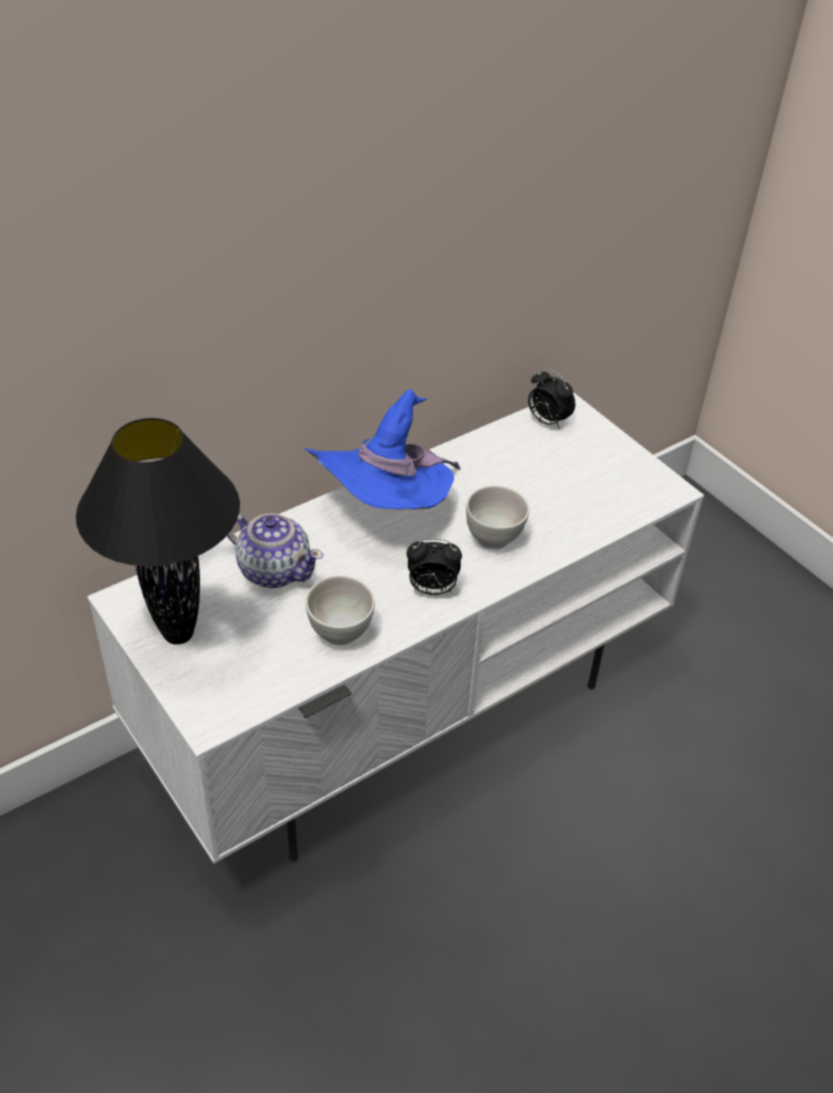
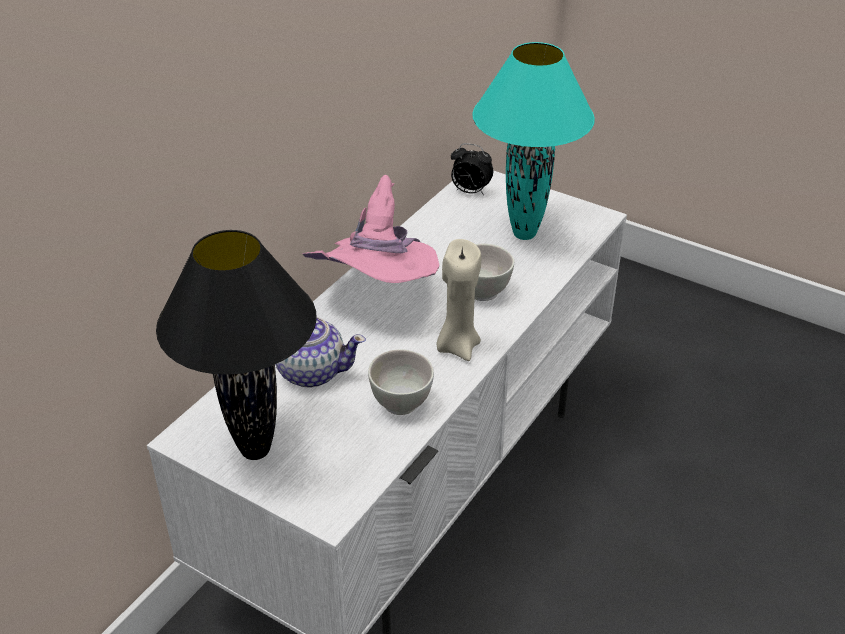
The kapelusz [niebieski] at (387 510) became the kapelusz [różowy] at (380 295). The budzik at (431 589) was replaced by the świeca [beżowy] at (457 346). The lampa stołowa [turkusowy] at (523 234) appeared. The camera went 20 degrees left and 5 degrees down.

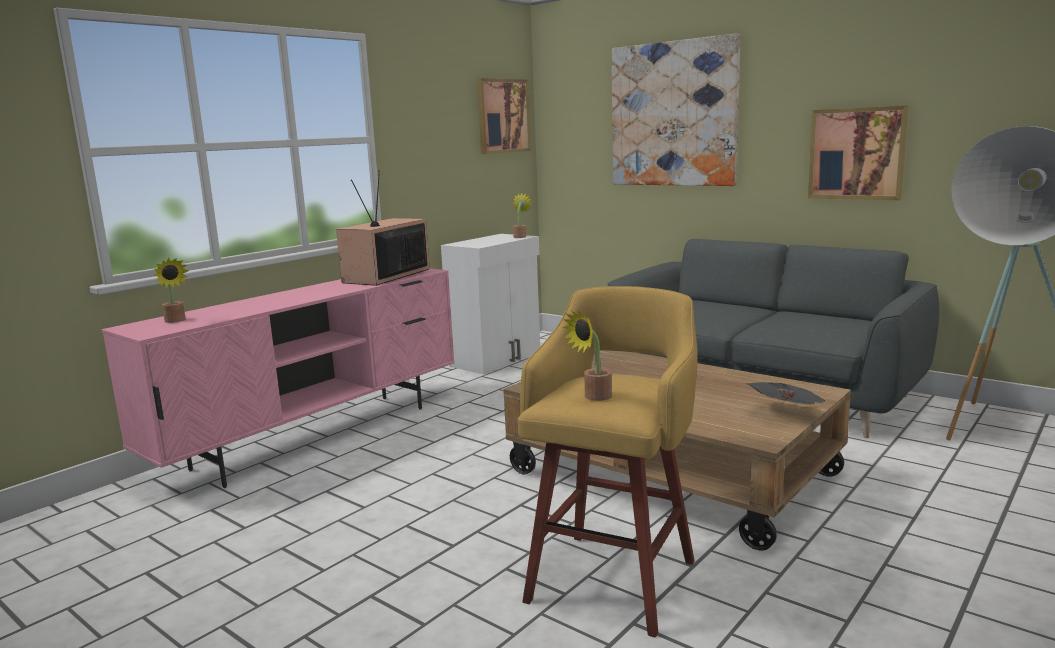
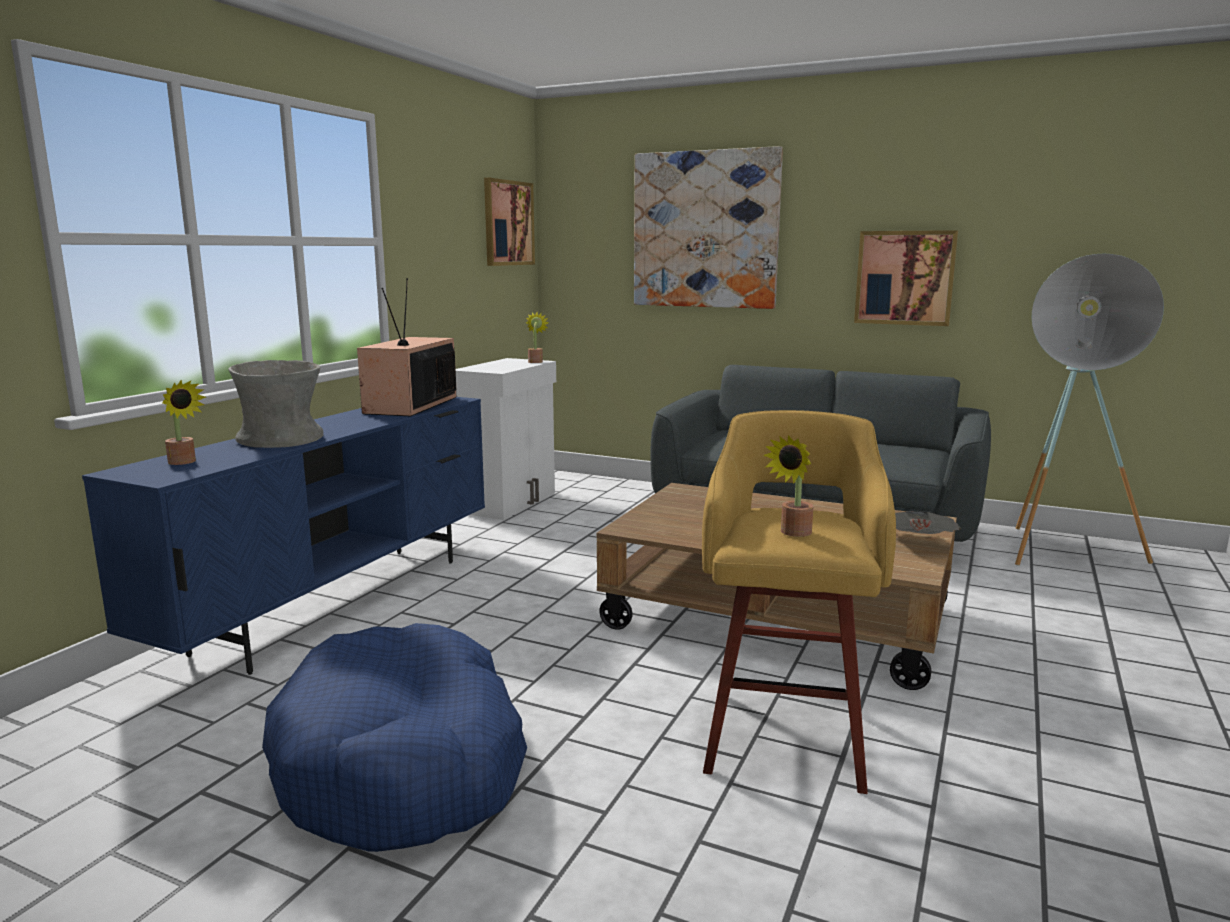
The szafka pod telewizor [różowy] at (317 436) became the szafka pod telewizor [niebieski] at (338 602). The wazon [szary] at (281 440) appeared. The legowisko [niebieski] at (403 764) appeared. The camera went 15 degrees left and 0 degrees up.

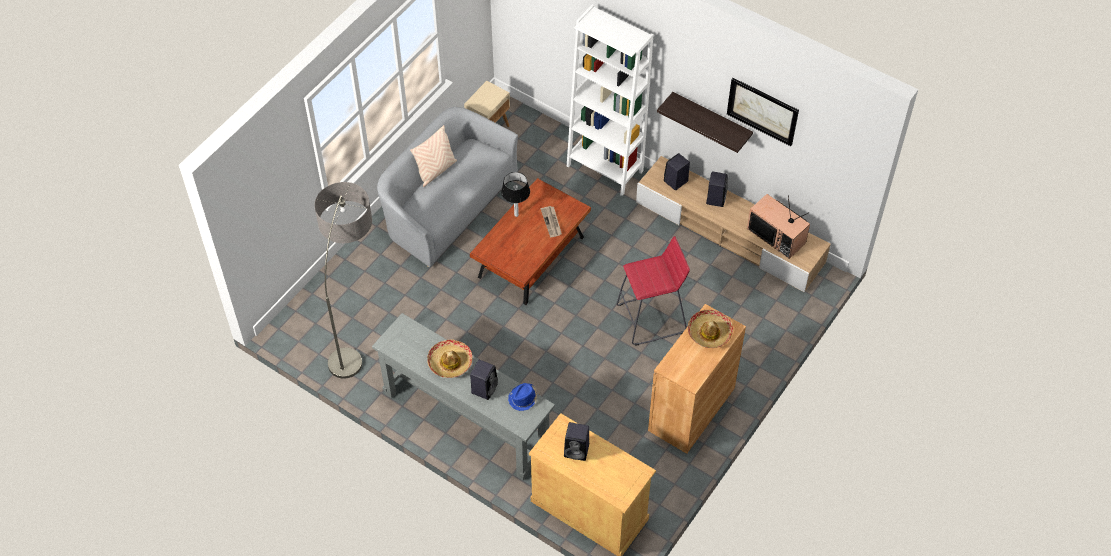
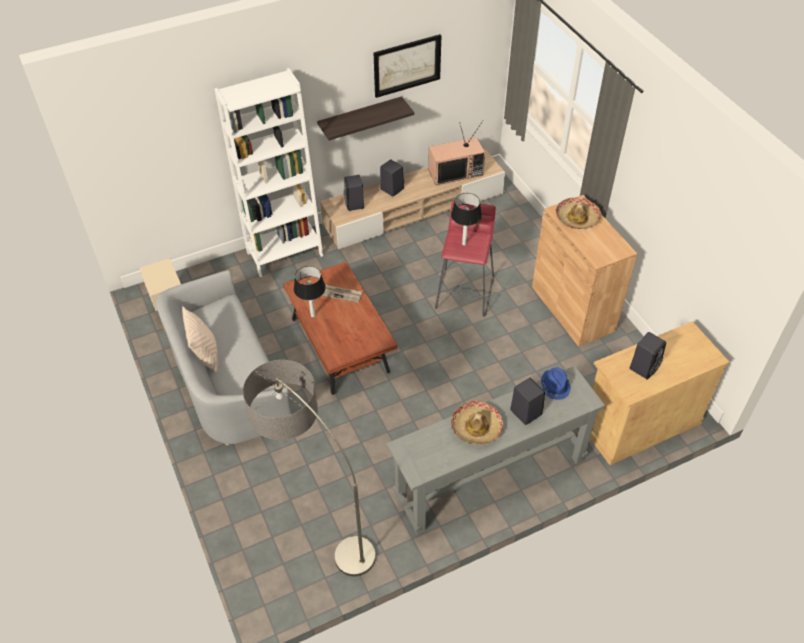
The lampa stołowa at (464 244) appeared. The camera went 60 degrees left and 5 degrees down.

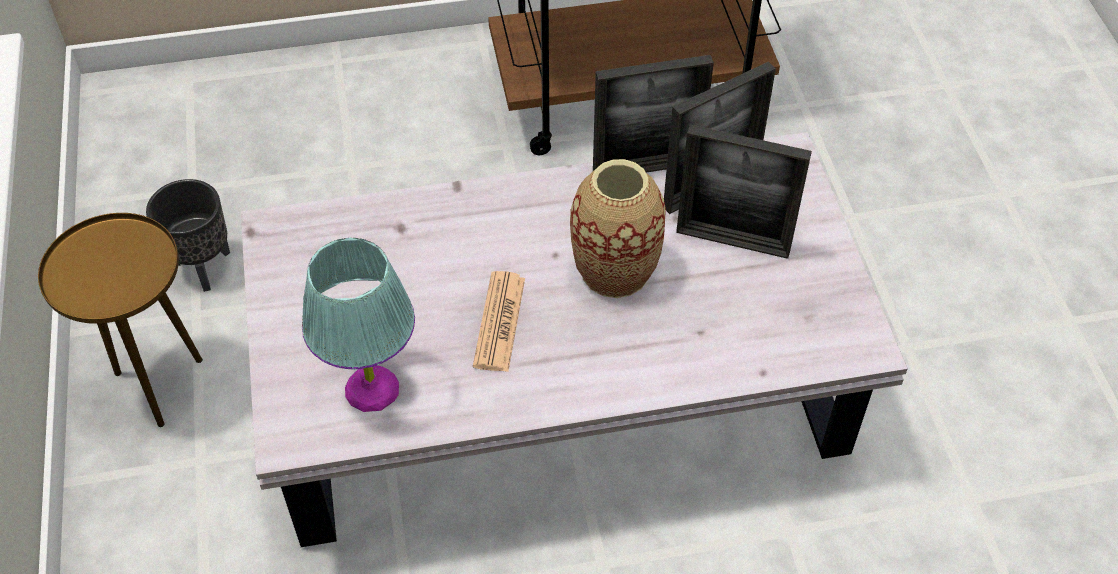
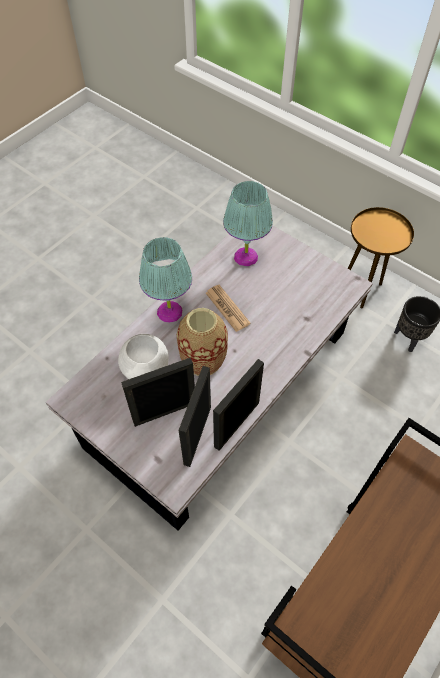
The miska [biały] at (146 367) appeared. The lampa stołowa [turkusowy] at (169 312) appeared. The camera went 140 degrees right and 5 degrees up.

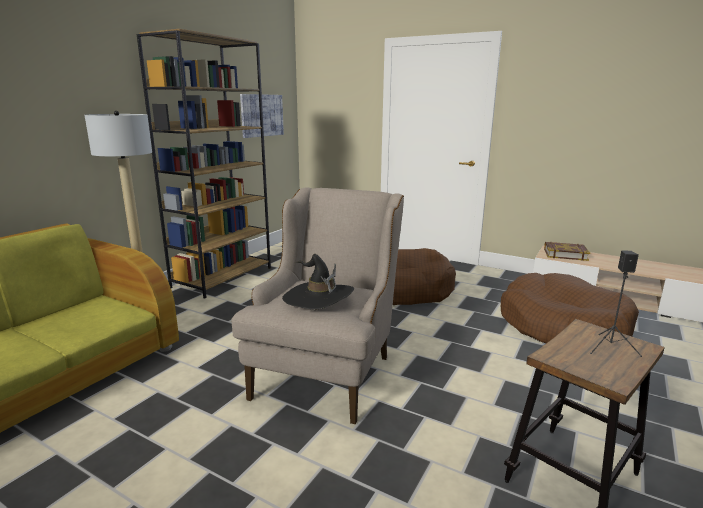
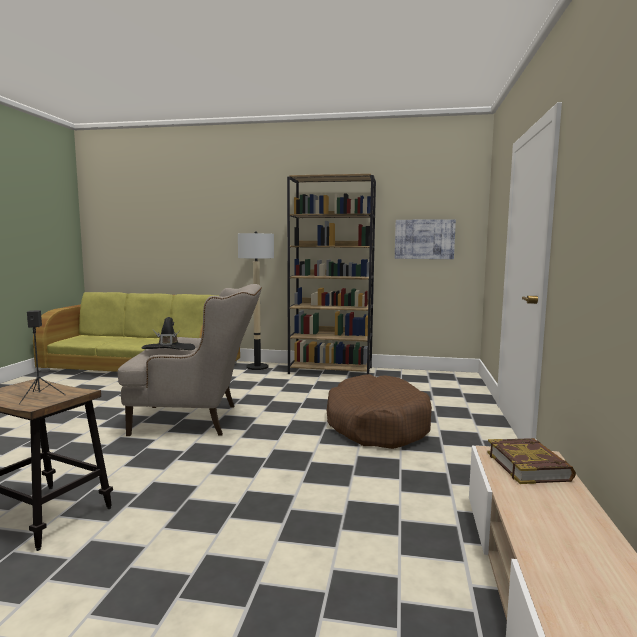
The legowisko [brązowy] at (562 327) disappeared. The camera went 70 degrees right and 10 degrees down.

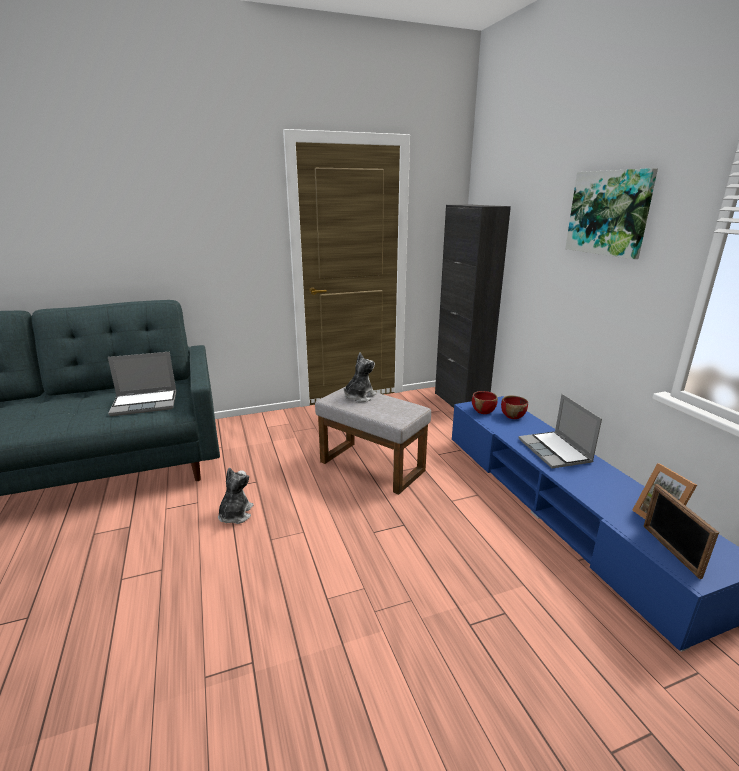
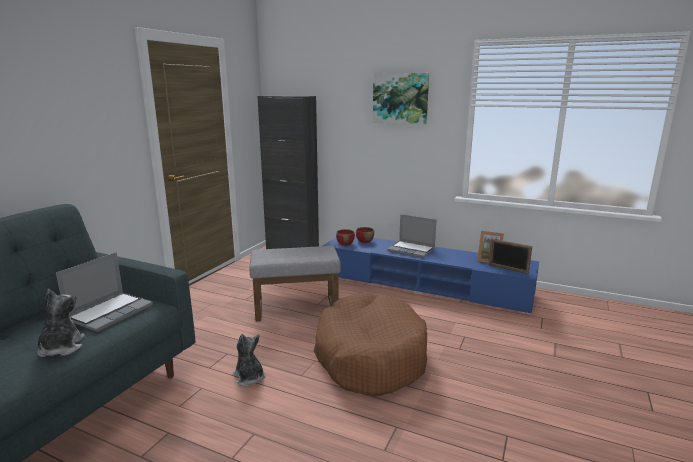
The pluszak moved from (359 397) to (61 348). The legowisko [brązowy] at (370 356) appeared. The camera went 45 degrees left and 5 degrees down.

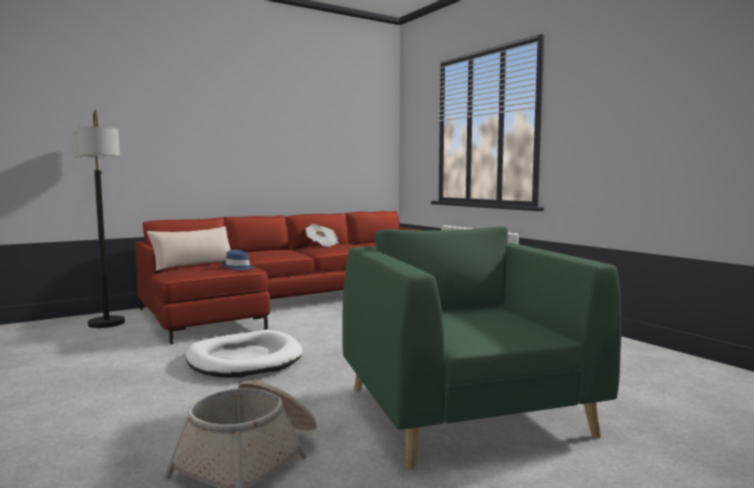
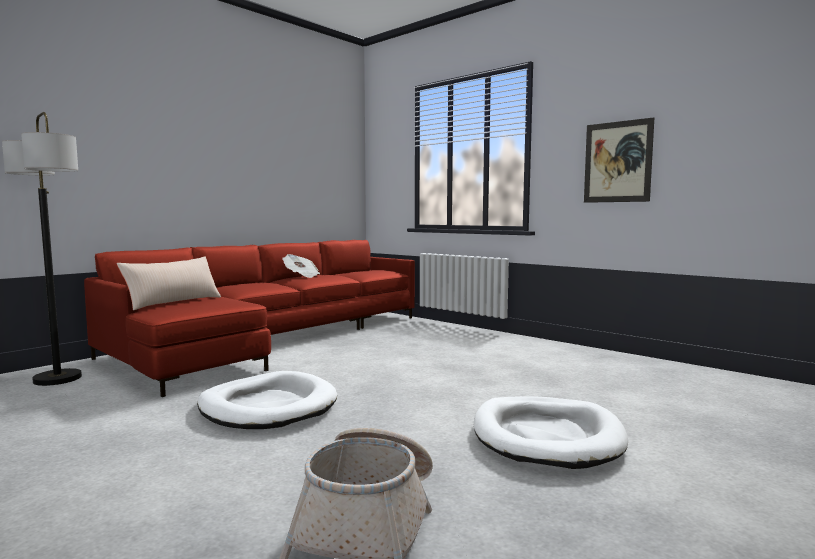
The fotel [zielony] at (464 410) was replaced by the legowisko [biały] at (547 436). The obraz at (617 162) appeared. The kapelusz [niebieski] at (238 267) disappeared. The camera went 15 degrees left and 0 degrees up.

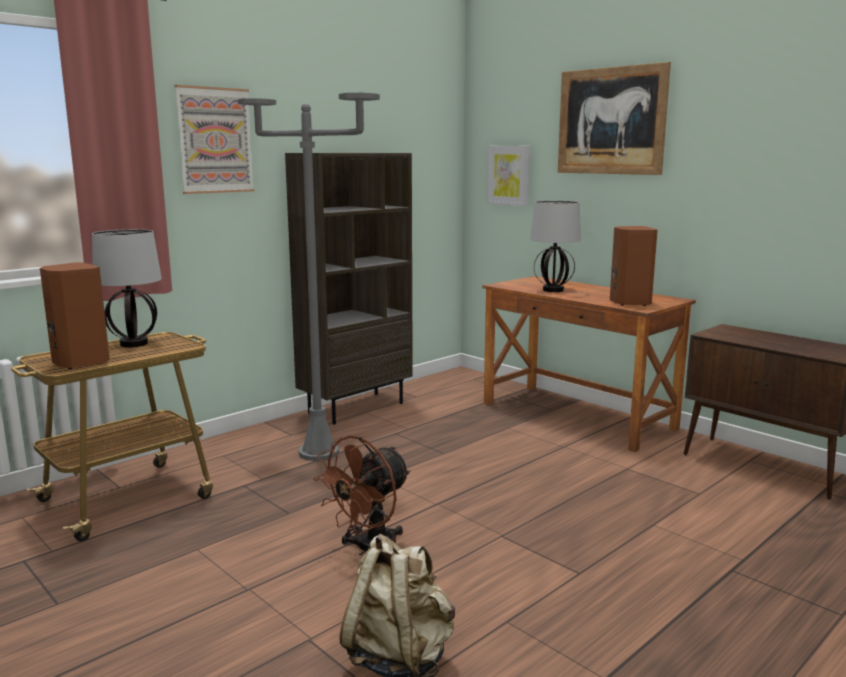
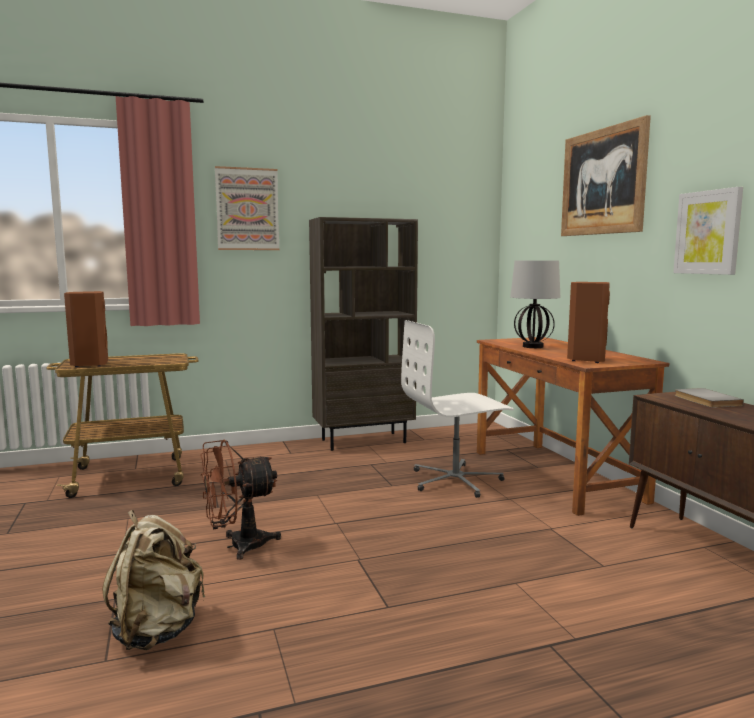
The krzesło biurowe [biały] at (456 480) appeared. The obraz moved from (509 175) to (708 232). The książka [szary] at (705 400) appeared. The lampa stołowa at (134 344) disappeared. The lampa stojąca [szary] at (318 452) disappeared. The camera went 25 degrees right and 5 degrees down.

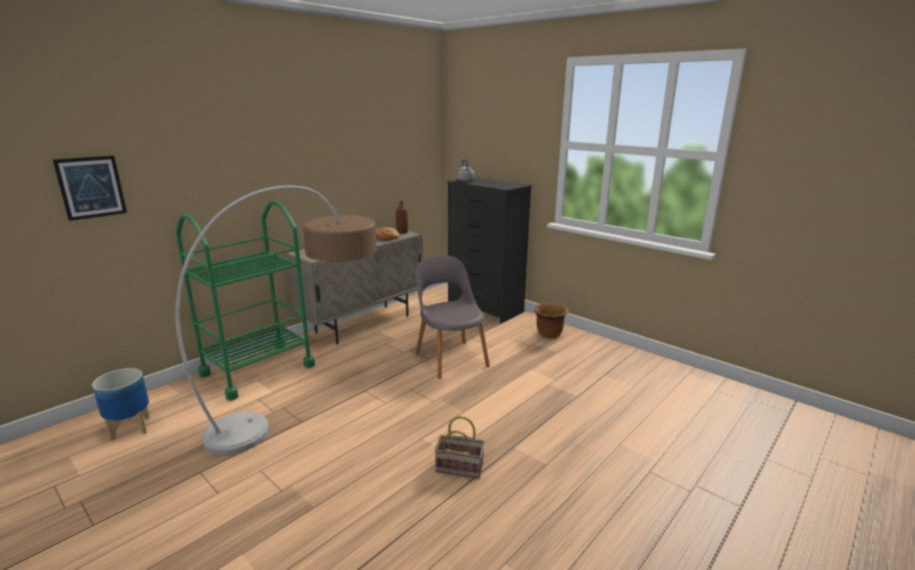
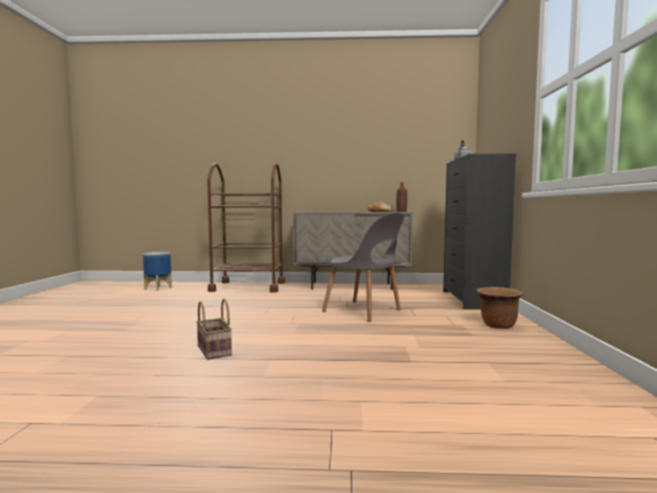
The wózek [zielony] at (258 370) became the wózek [brązowy] at (248 287). The krzesło [szary] at (450 357) turned 105 degrees clockwise. The obraz at (91 187) disappeared. The lampa stojąca at (308 399) disappeared. The camera went 50 degrees right and 15 degrees down.

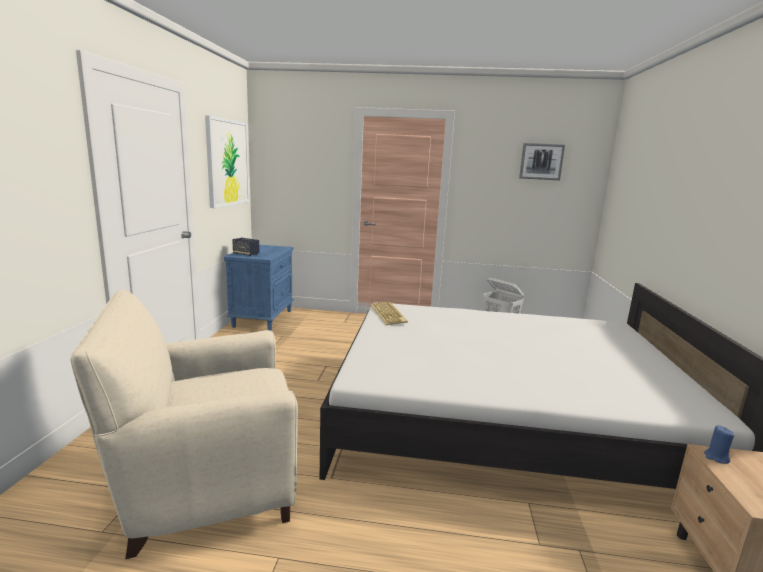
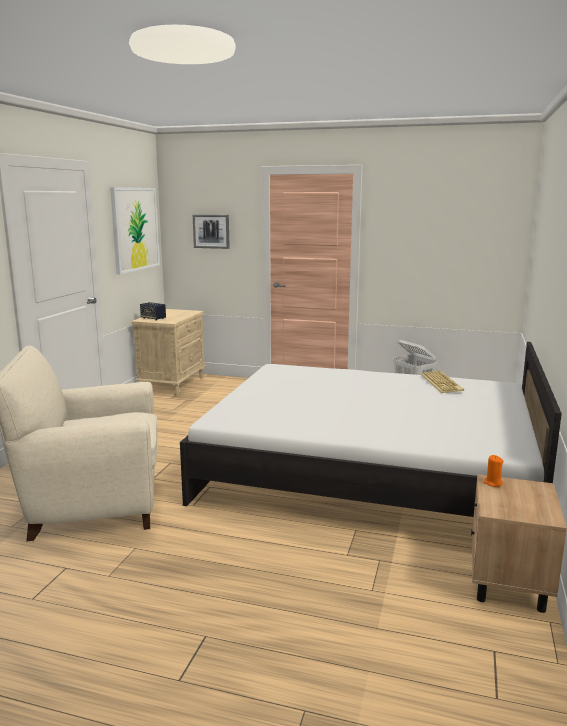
The szafka nocna [niebieski] at (262 318) became the szafka nocna [beżowy] at (173 384). The obraz moved from (541 161) to (211 231). The klawiatura moved from (389 314) to (442 383). The świeca [niebieski] at (716 457) became the świeca [pomarańczowy] at (492 483). The camera went 10 degrees right and 0 degrees up.

